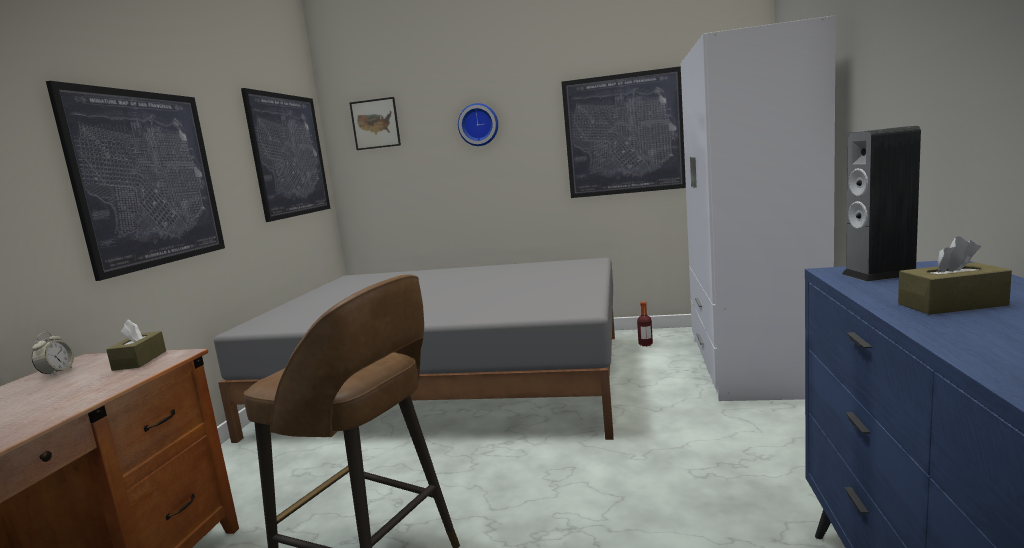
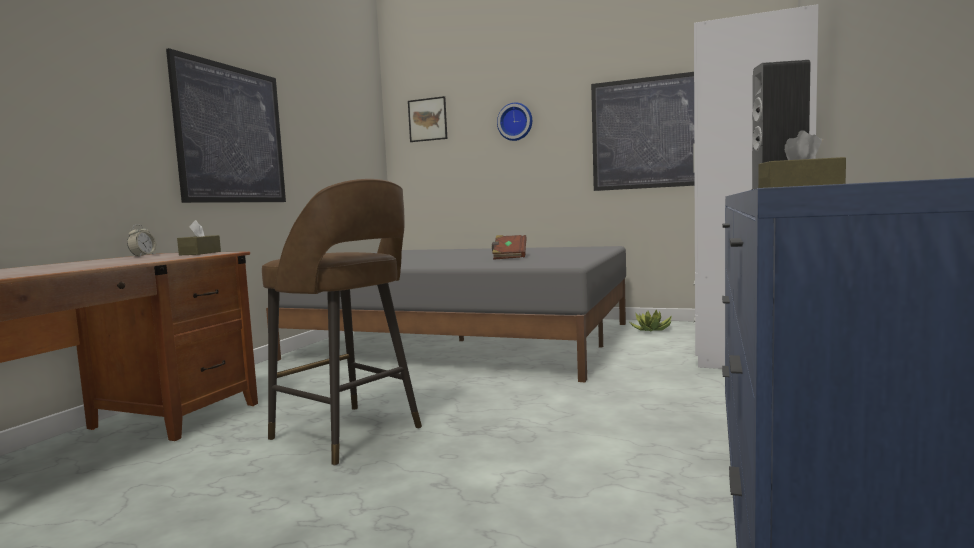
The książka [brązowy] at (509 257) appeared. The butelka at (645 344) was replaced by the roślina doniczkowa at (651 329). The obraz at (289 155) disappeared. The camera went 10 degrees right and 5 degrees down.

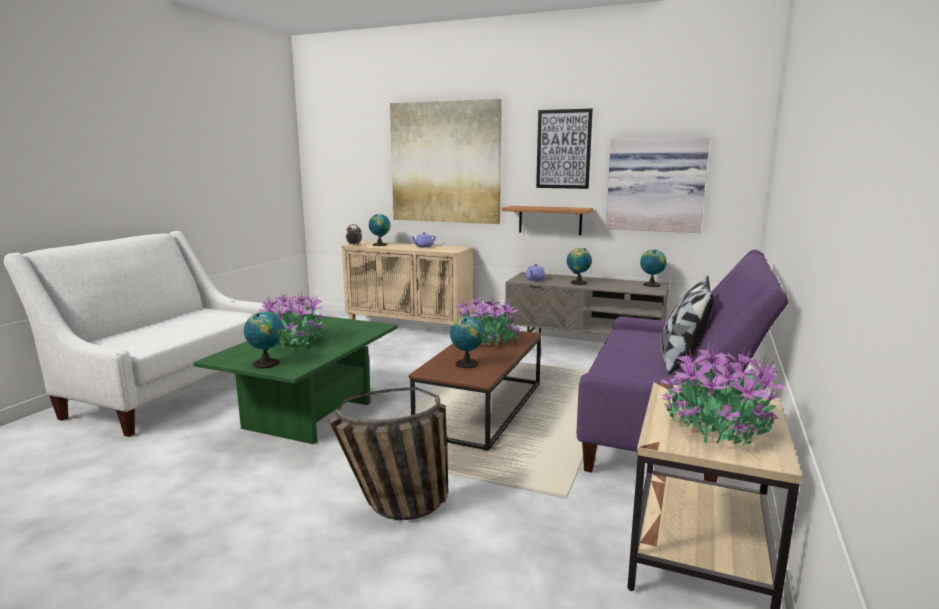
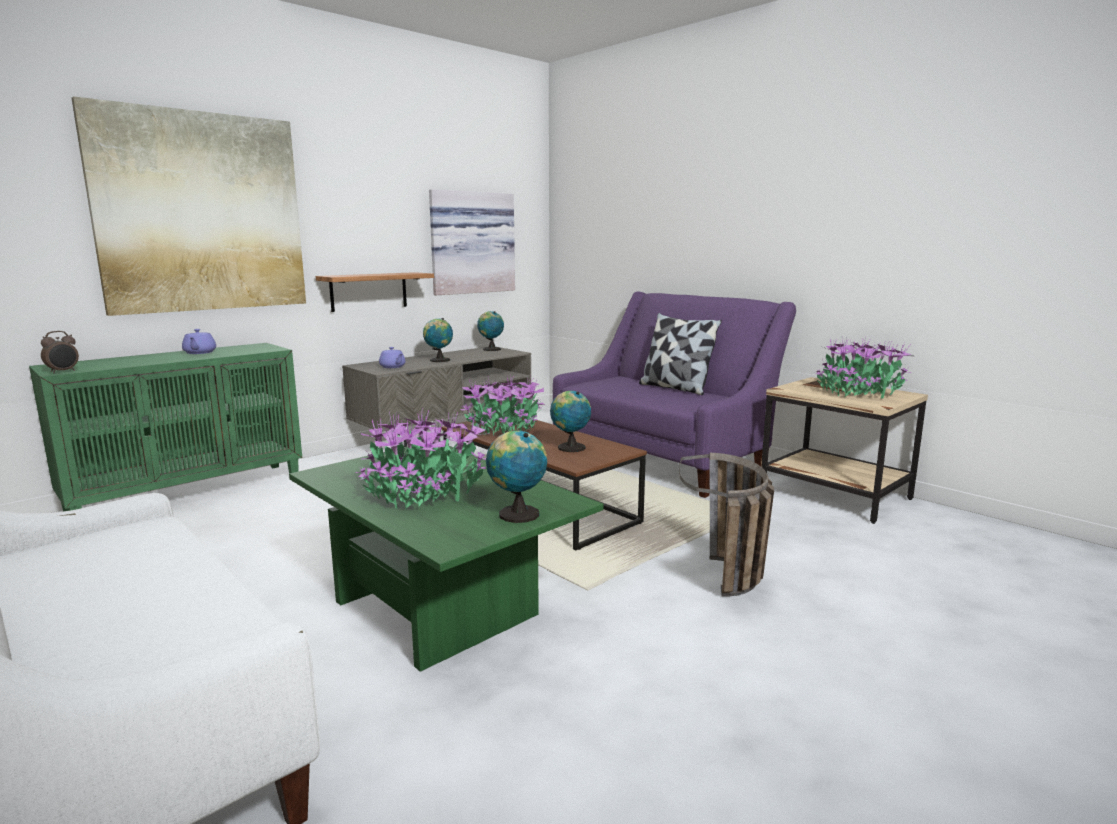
The szafka [beżowy] at (410 327) became the szafka [zielony] at (189 493). The globus at (380 244) disappeared. The obraz at (563 149) disappeared. The camera went 65 degrees left and 0 degrees up.

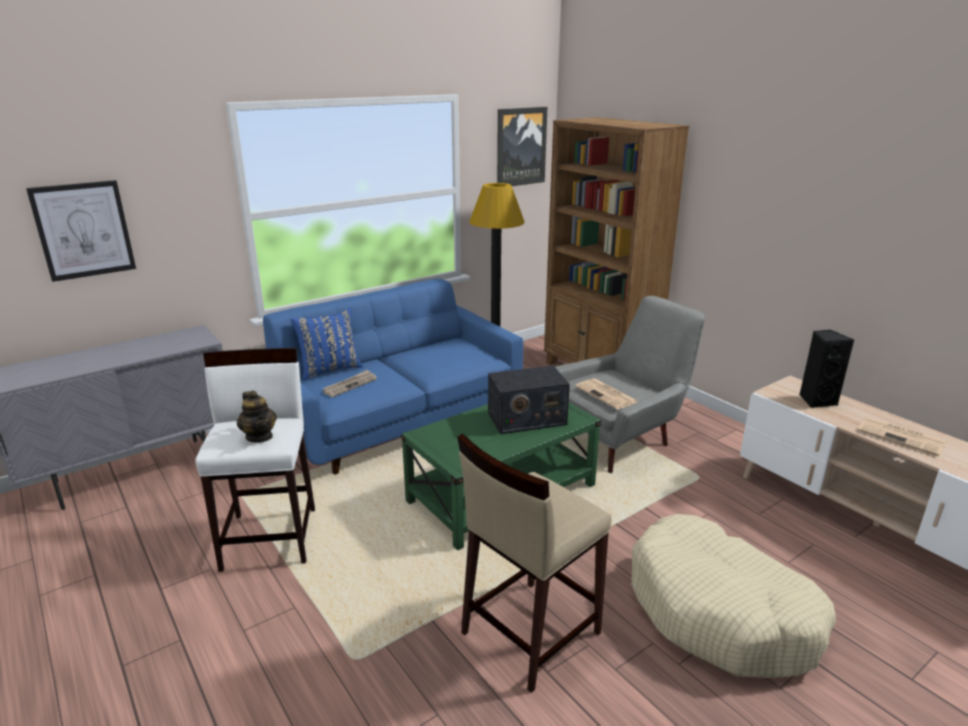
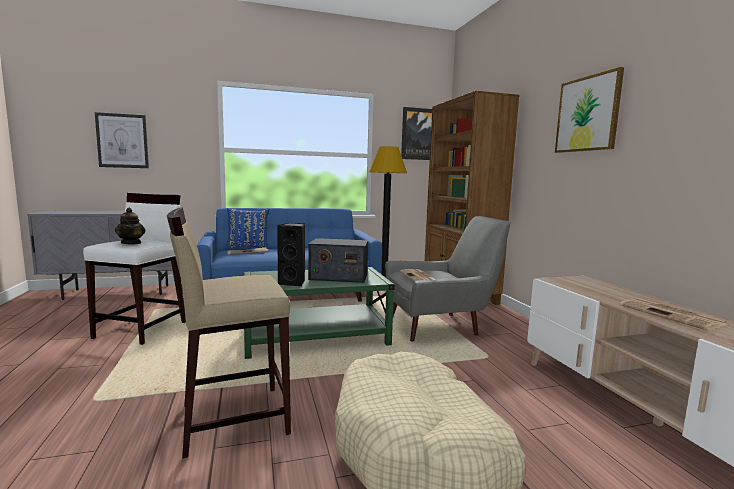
The głośnik [czarny] moved from (816 400) to (293 283). The obraz at (587 114) appeared. The camera went 20 degrees right and 15 degrees down.

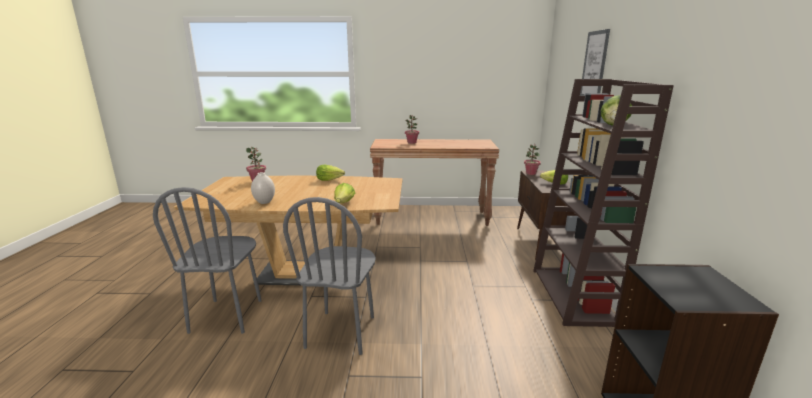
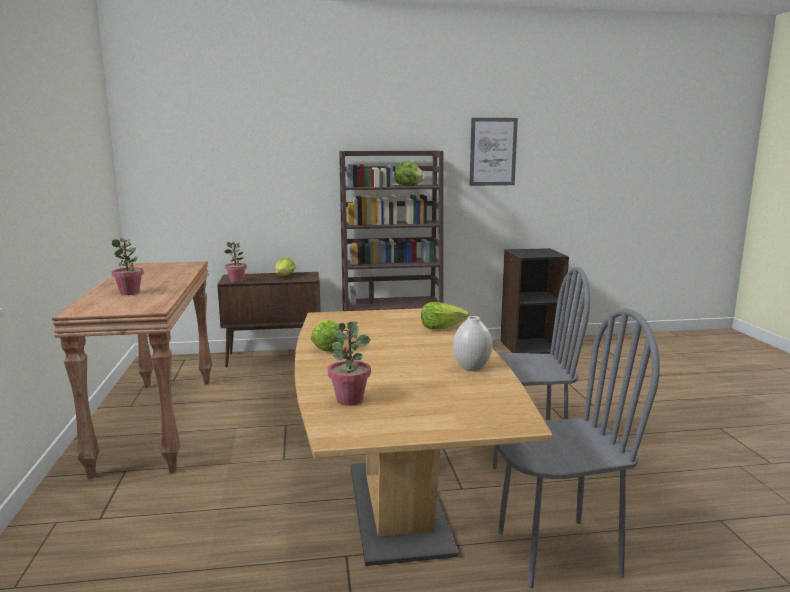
The obraz moved from (594 65) to (493 152). The camera went 100 degrees left and 5 degrees down.

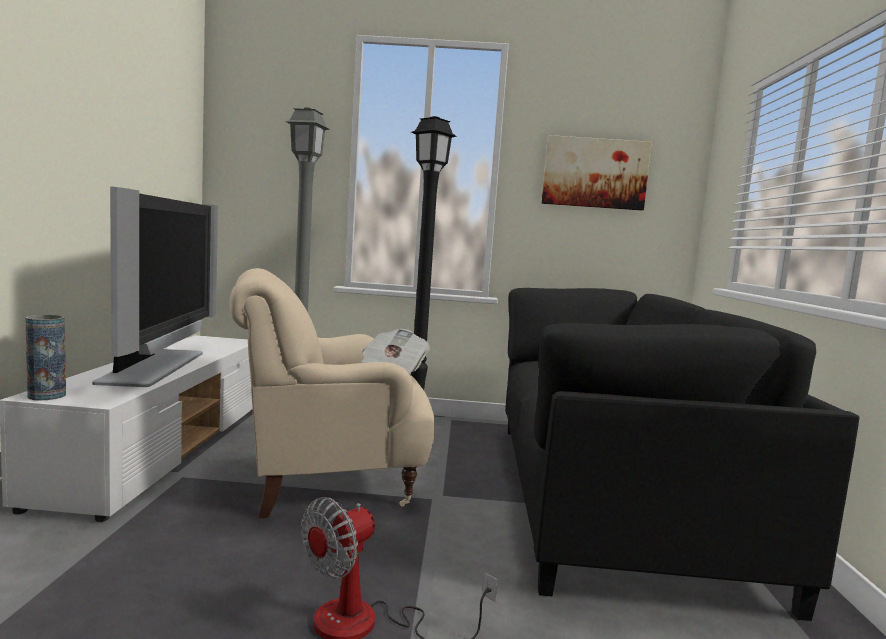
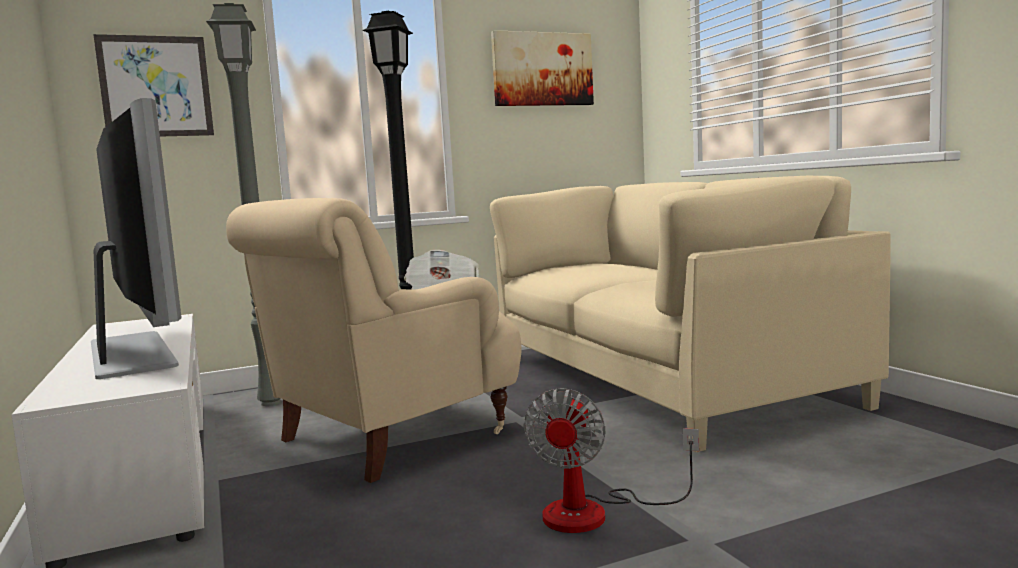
The obraz at (156 86) appeared. The kanapa [czarny] at (610 497) became the kanapa [beżowy] at (659 379). The wazon at (47 396) disappeared. The camera went 25 degrees left and 0 degrees up.

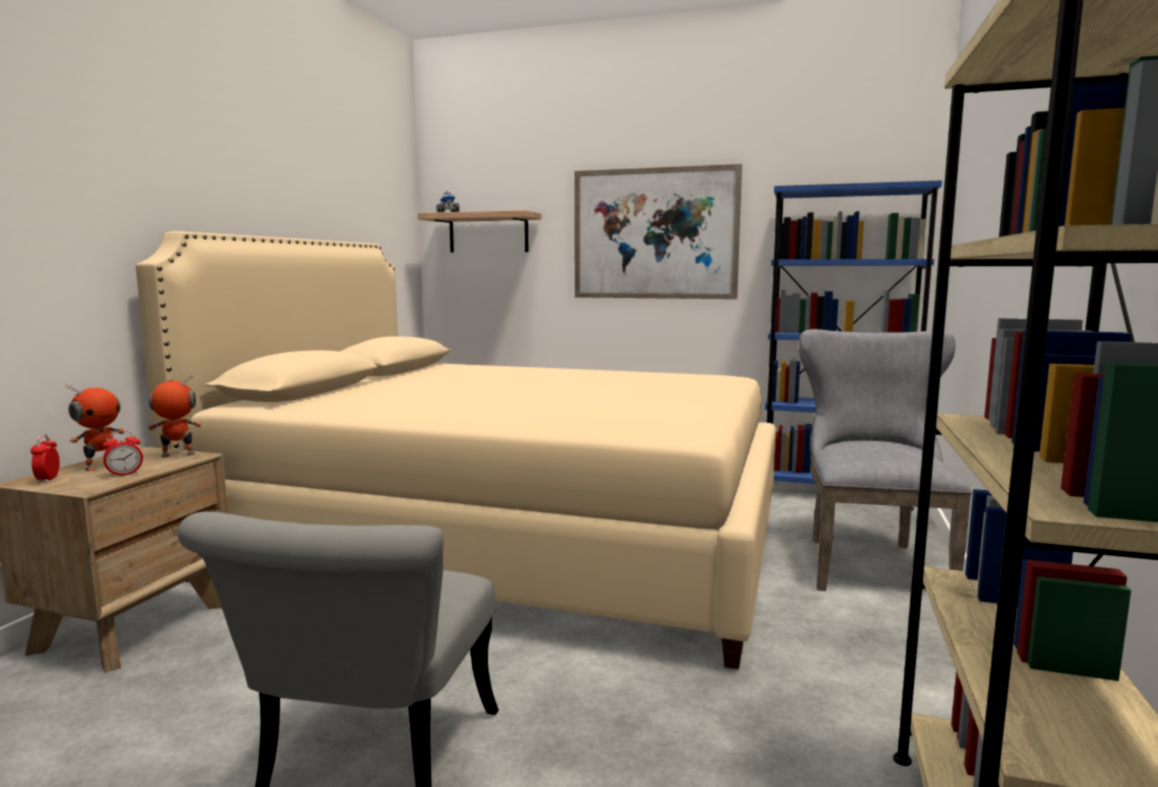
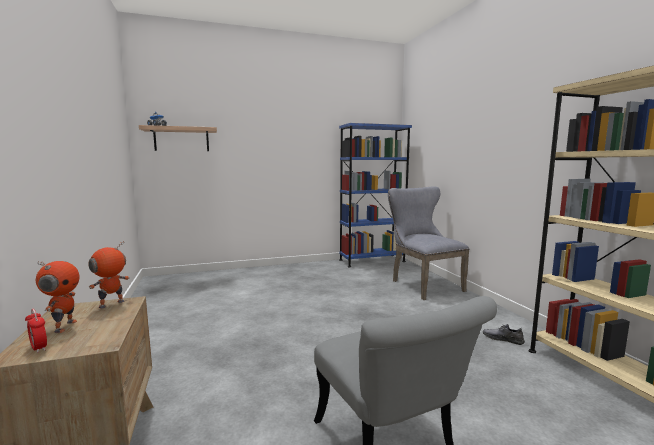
The but [szary] at (502 339) appeared. The budzik at (124 474) disappeared. The łóżko [beżowy] at (508 541) disappeared. The obraz at (654 234) disappeared. The camera went 35 degrees left and 0 degrees up.

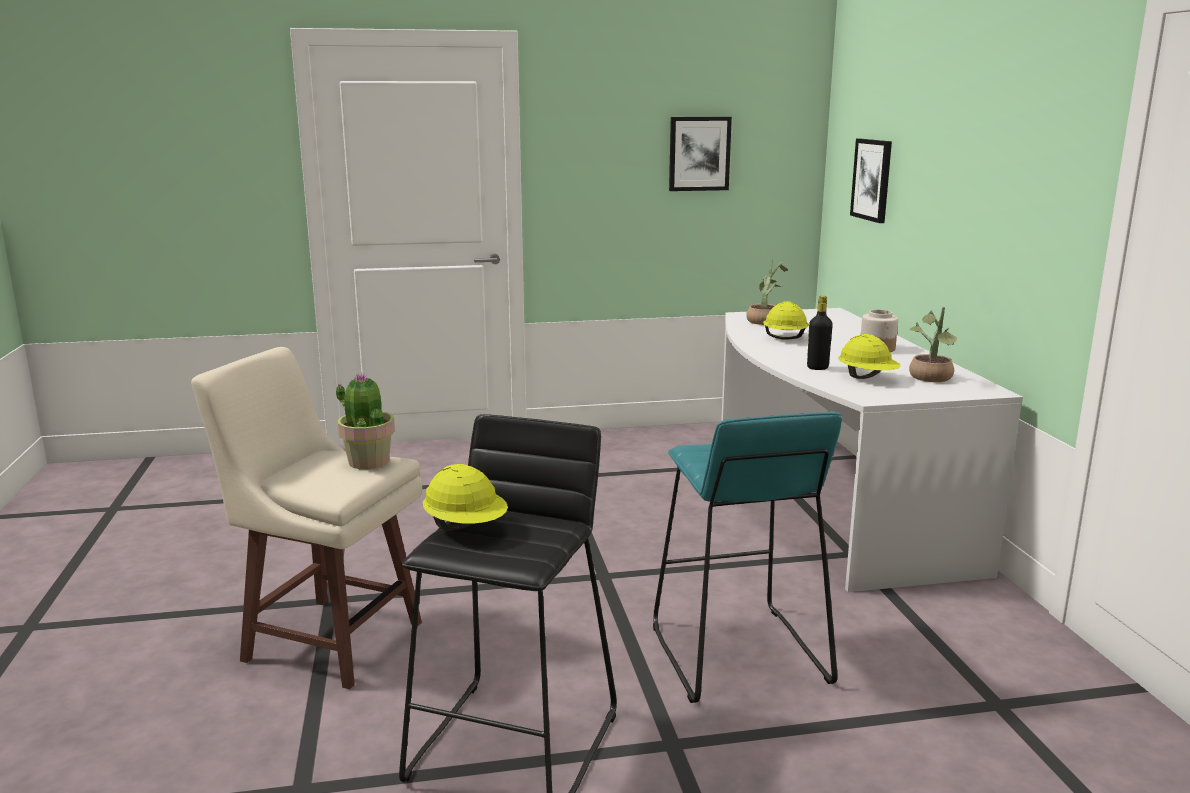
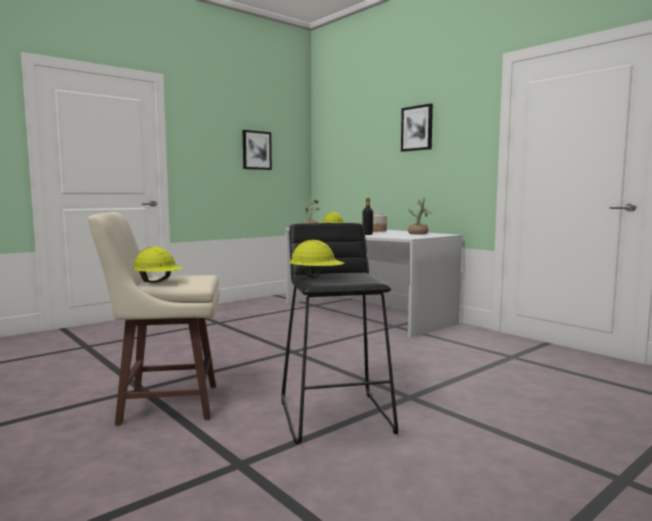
The kask [żółty] moved from (867 378) to (158 282). The obraz moved from (872 179) to (417 128). The roślina doniczkowa at (368 461) disappeared. The stołek [turkusowy] at (737 655) disappeared. The camera went 30 degrees left and 10 degrees down.

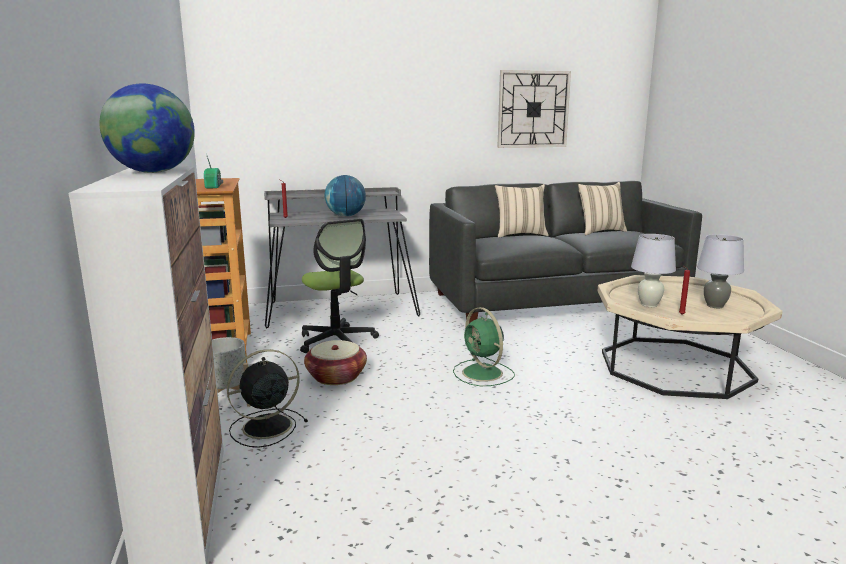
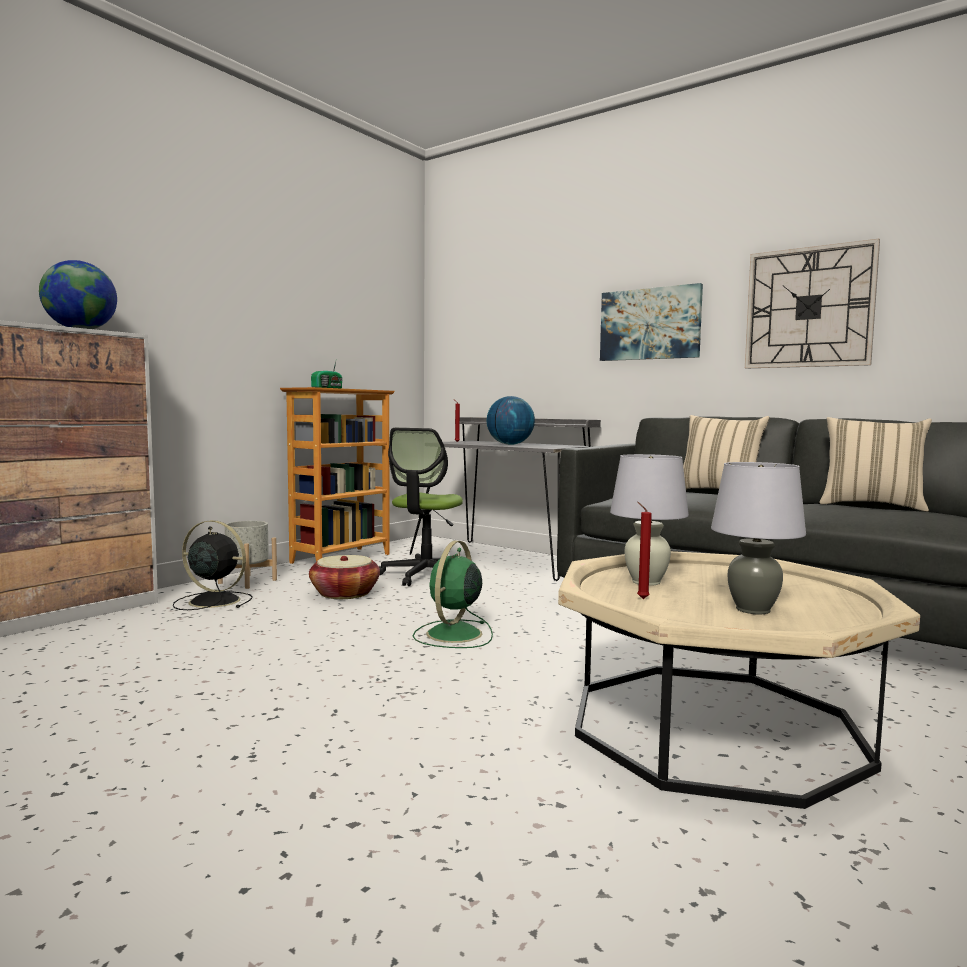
The obraz at (650 324) appeared. The camera went 50 degrees right and 10 degrees down.

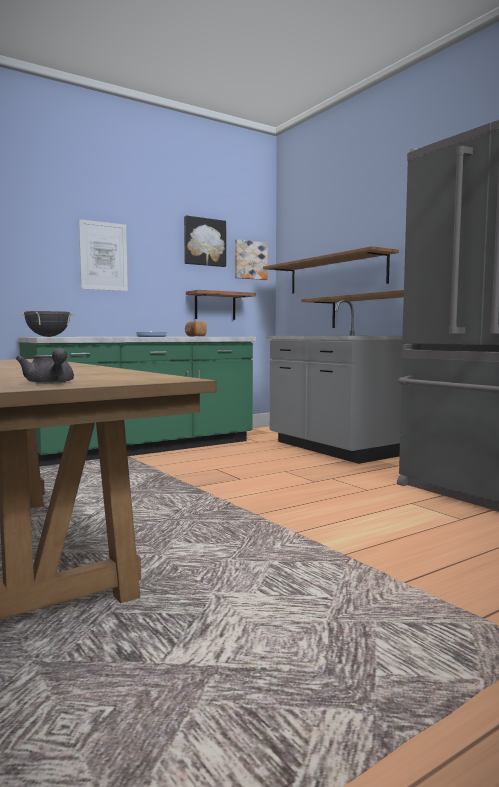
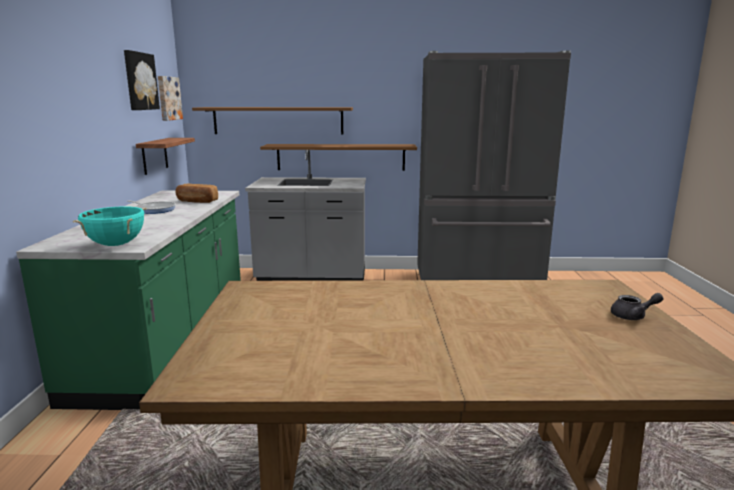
The garnek [czarny] at (48 336) became the garnek [turkusowy] at (115 245). The obraz at (103 256) disappeared. The camera went 55 degrees left and 10 degrees up.

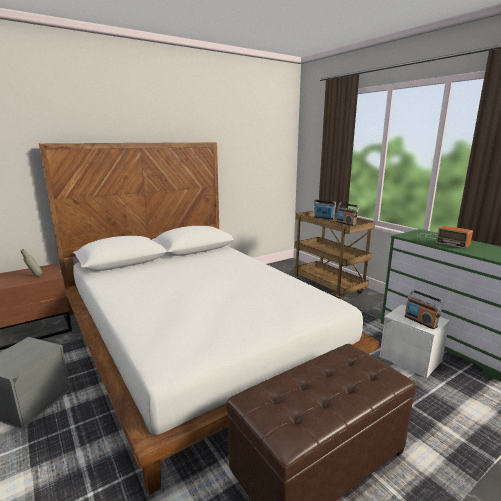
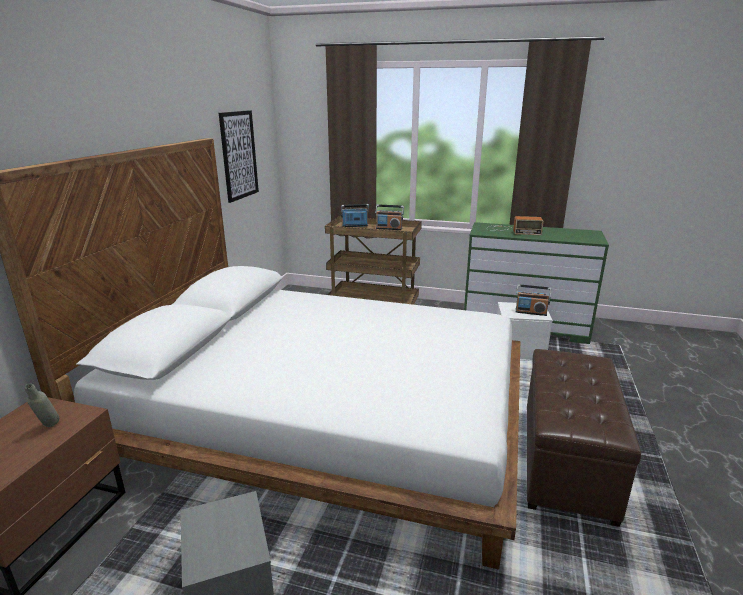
The obraz at (239 155) appeared. The camera went 40 degrees left and 5 degrees up.

